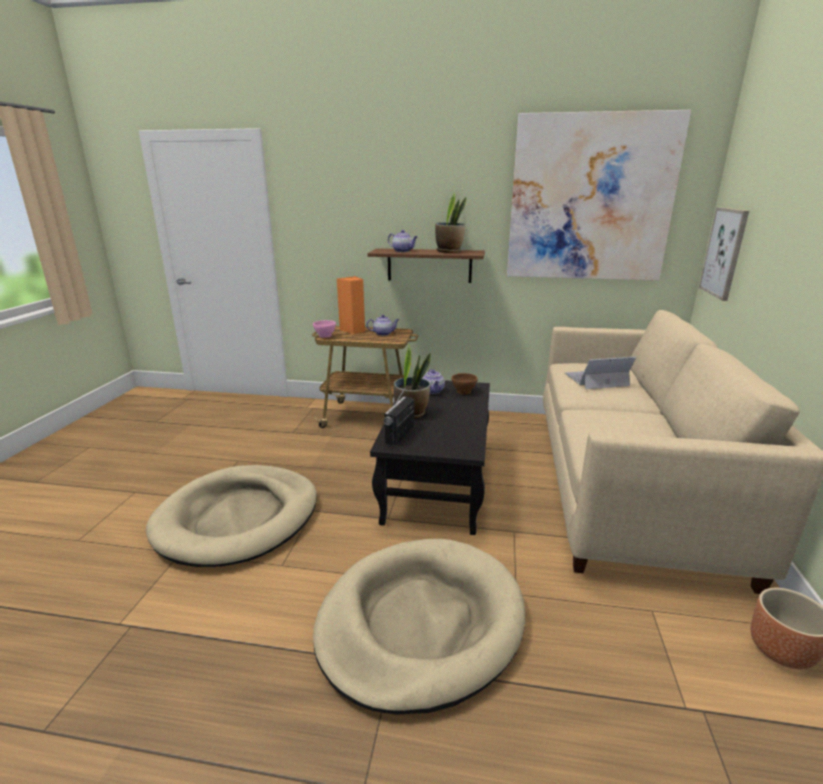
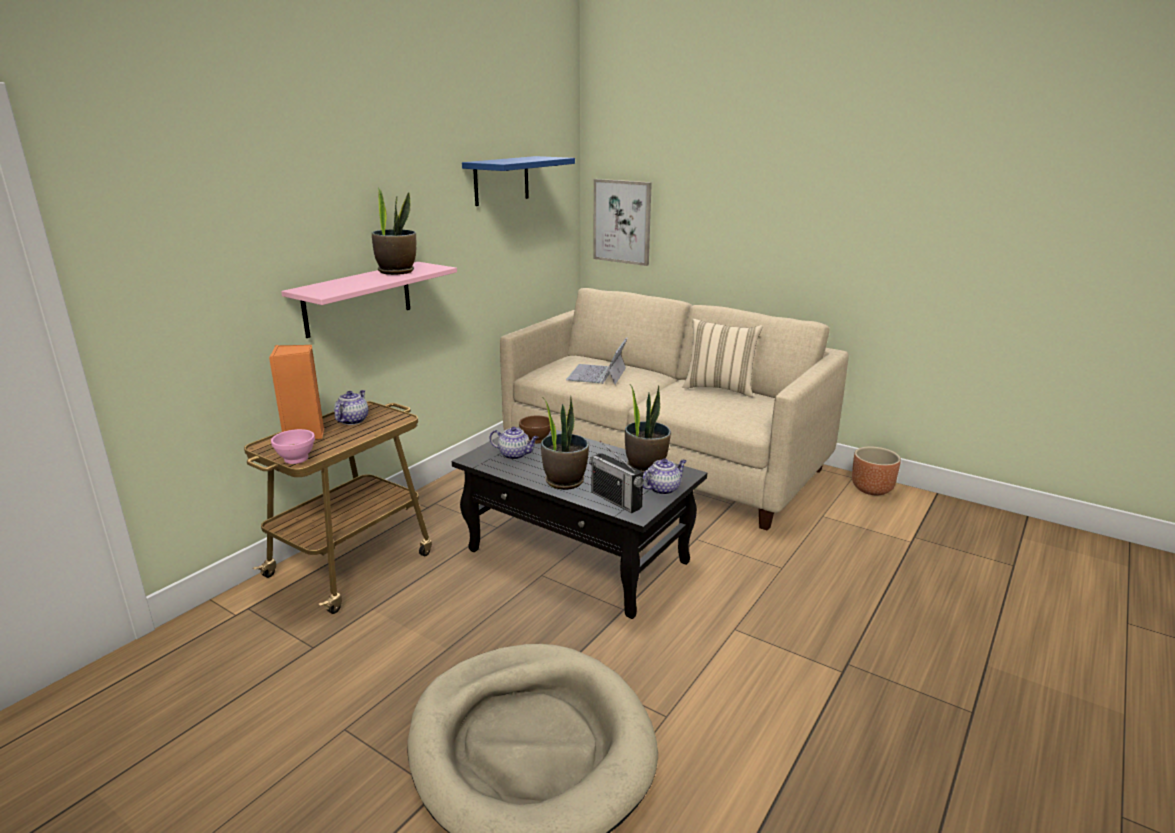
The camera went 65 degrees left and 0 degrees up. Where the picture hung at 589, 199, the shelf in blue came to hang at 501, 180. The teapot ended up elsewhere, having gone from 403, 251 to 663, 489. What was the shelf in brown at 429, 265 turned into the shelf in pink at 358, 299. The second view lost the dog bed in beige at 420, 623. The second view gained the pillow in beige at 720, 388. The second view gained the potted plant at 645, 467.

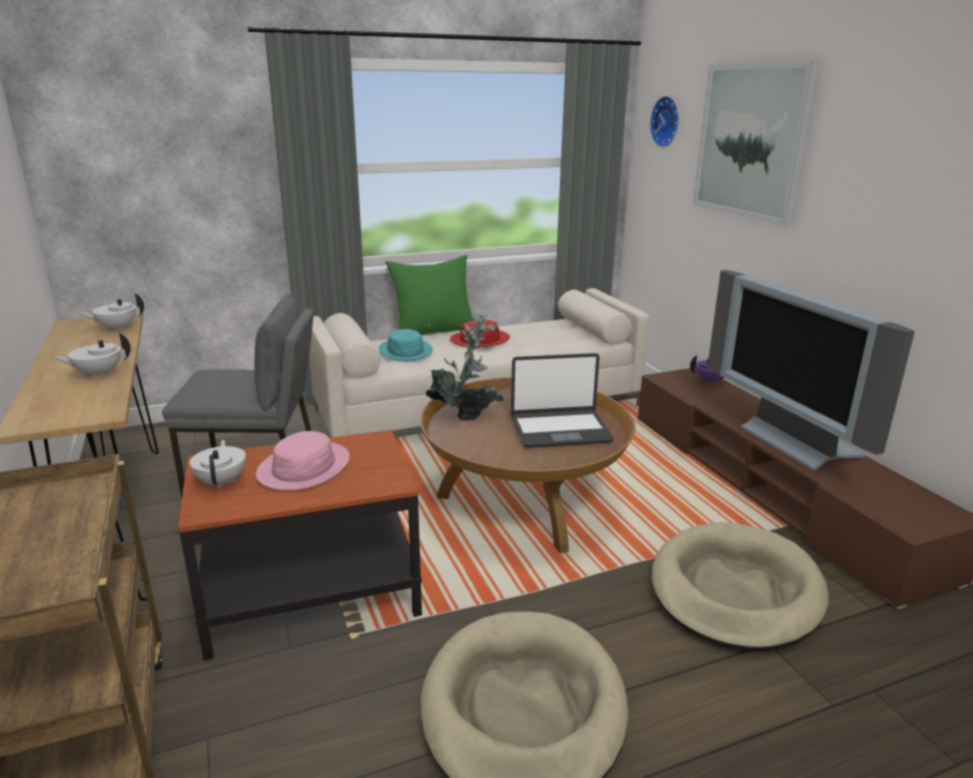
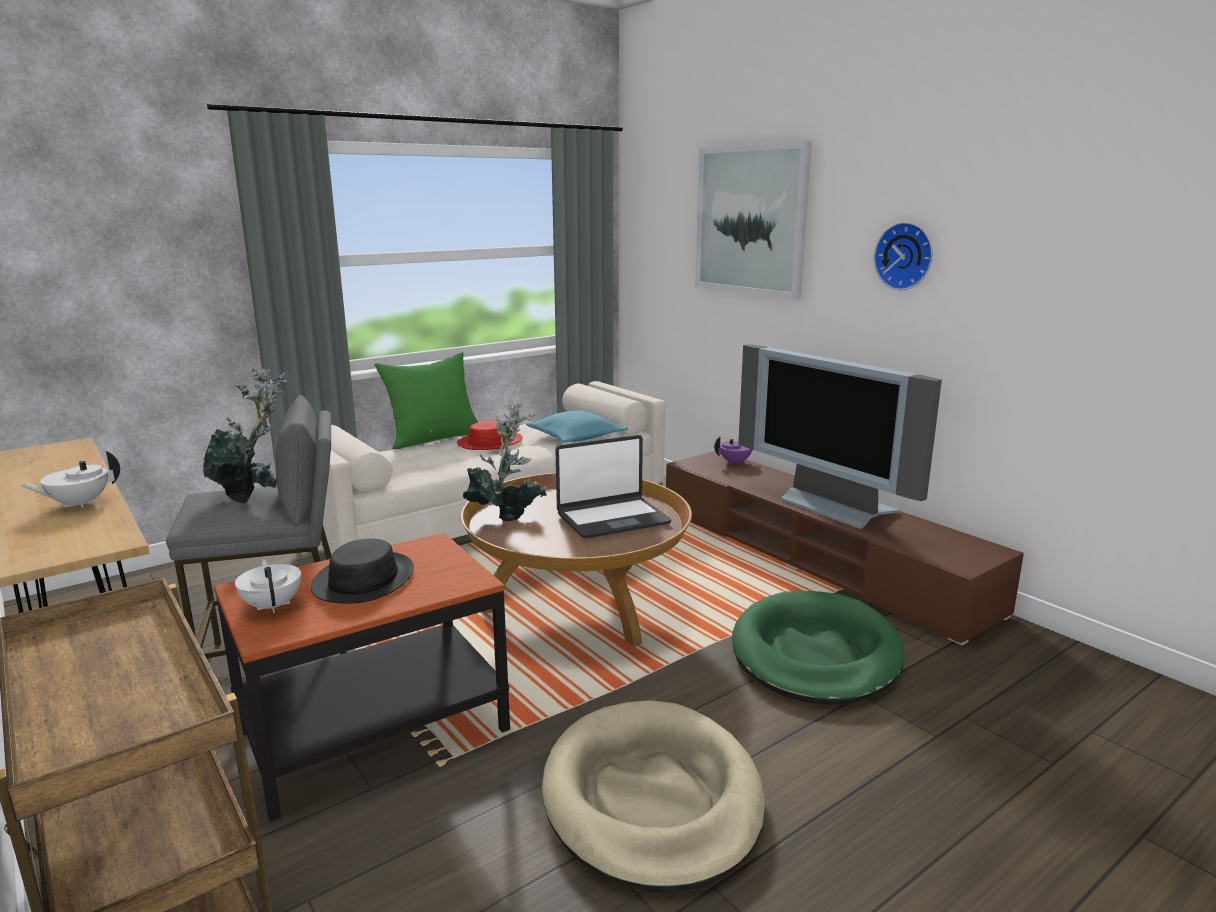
The camera went 15 degrees left and 5 degrees down. The wall clock ended up elsewhere, having gone from 667, 121 to 905, 256. The second view lost the teapot in white at 117, 328. The second view lost the hat in turquoise at 406, 351. What was the hat in pink at 304, 467 turned into the hat in black at 364, 579. What was the dog bed in beige at 735, 591 turned into the dog bed in green at 815, 654. The second view gained the potted plant at 253, 497. The second view gained the pillow in turquoise at 576, 438.

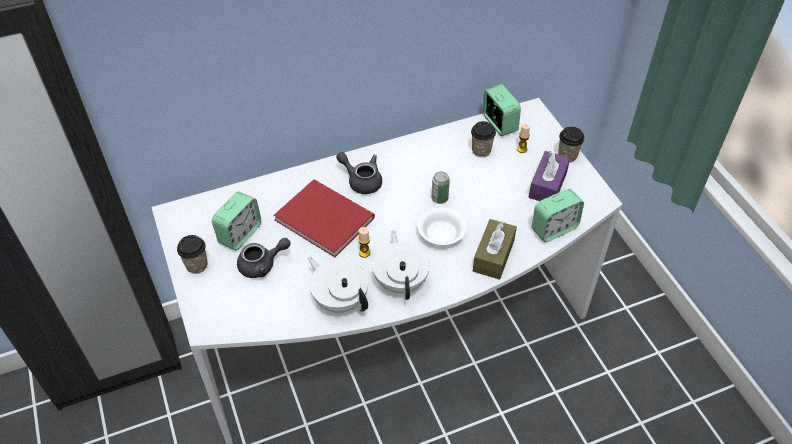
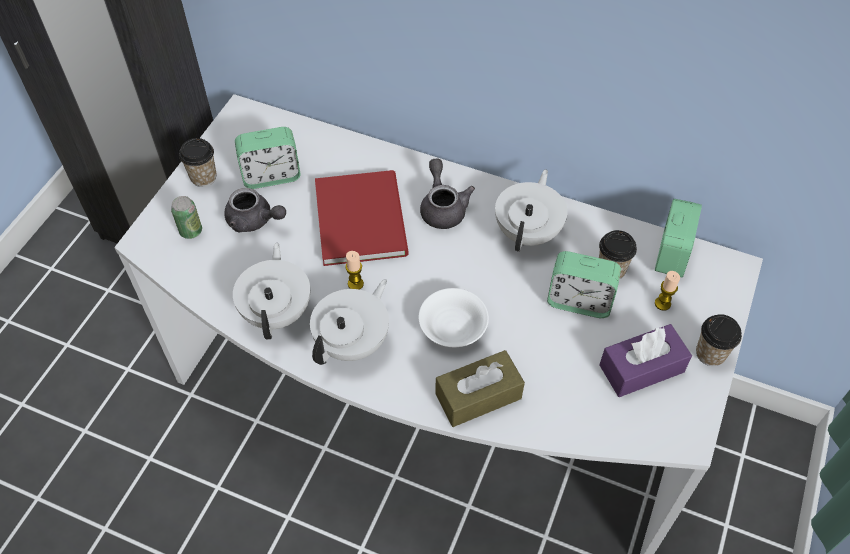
The camera went 45 degrees right and 5 degrees up. The can ended up elsewhere, having gone from 439, 198 to 191, 231. The alarm clock ended up elsewhere, having gone from 554, 229 to 579, 301. The second view gained the teapot in white at 528, 232.

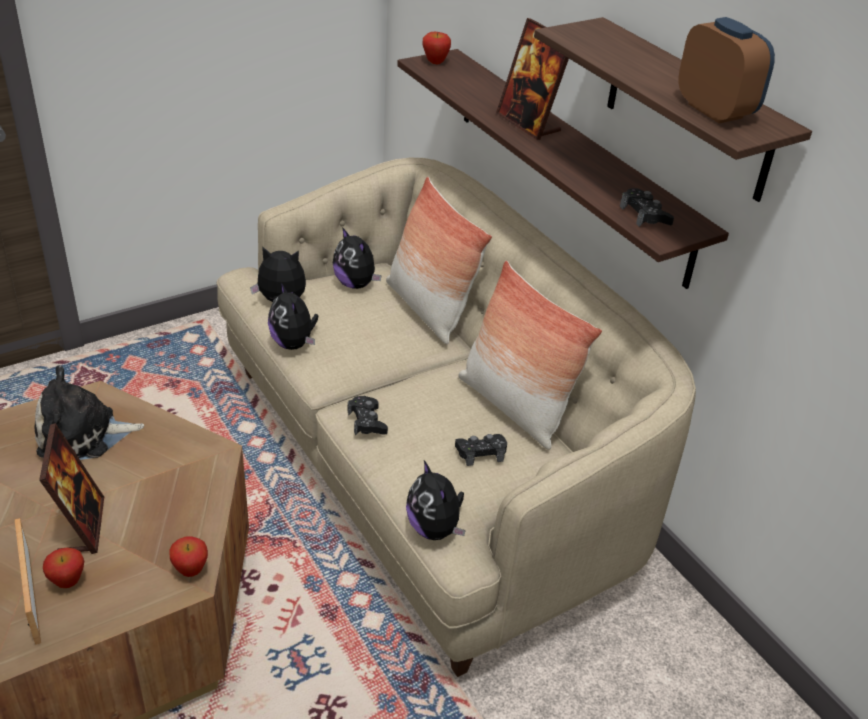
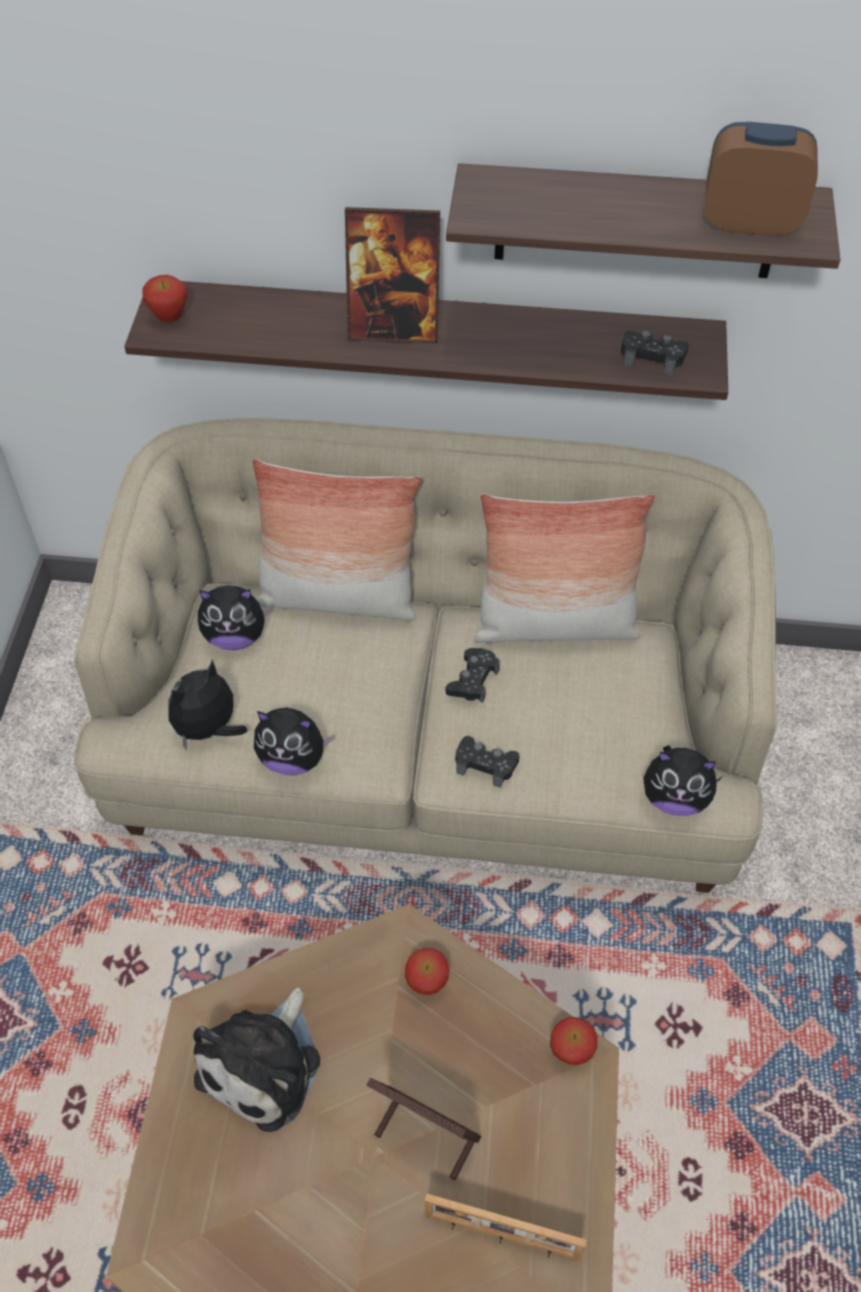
The camera went 50 degrees left and 15 degrees up. The game controller in black ended up elsewhere, having gone from 481, 452 to 473, 680. The apple ended up elsewhere, having gone from 68, 582 to 427, 984.

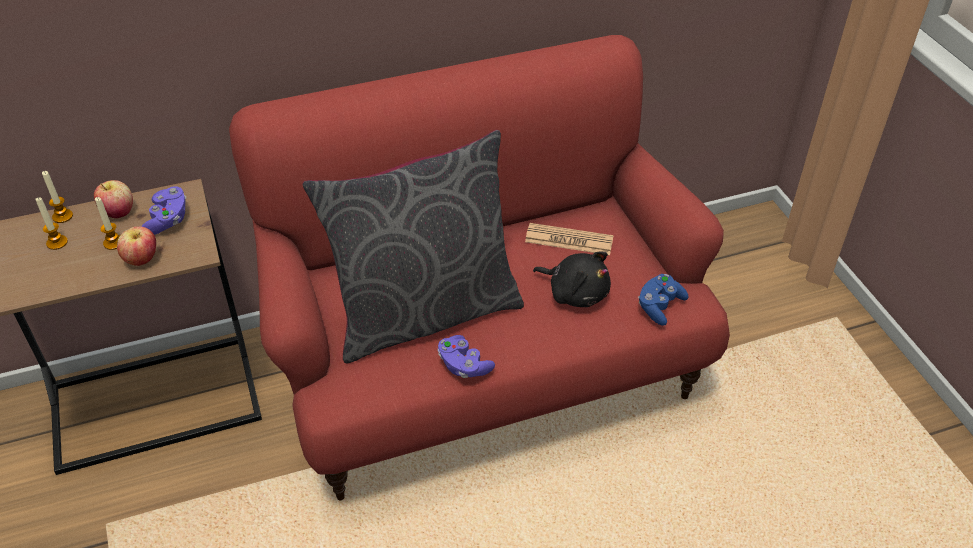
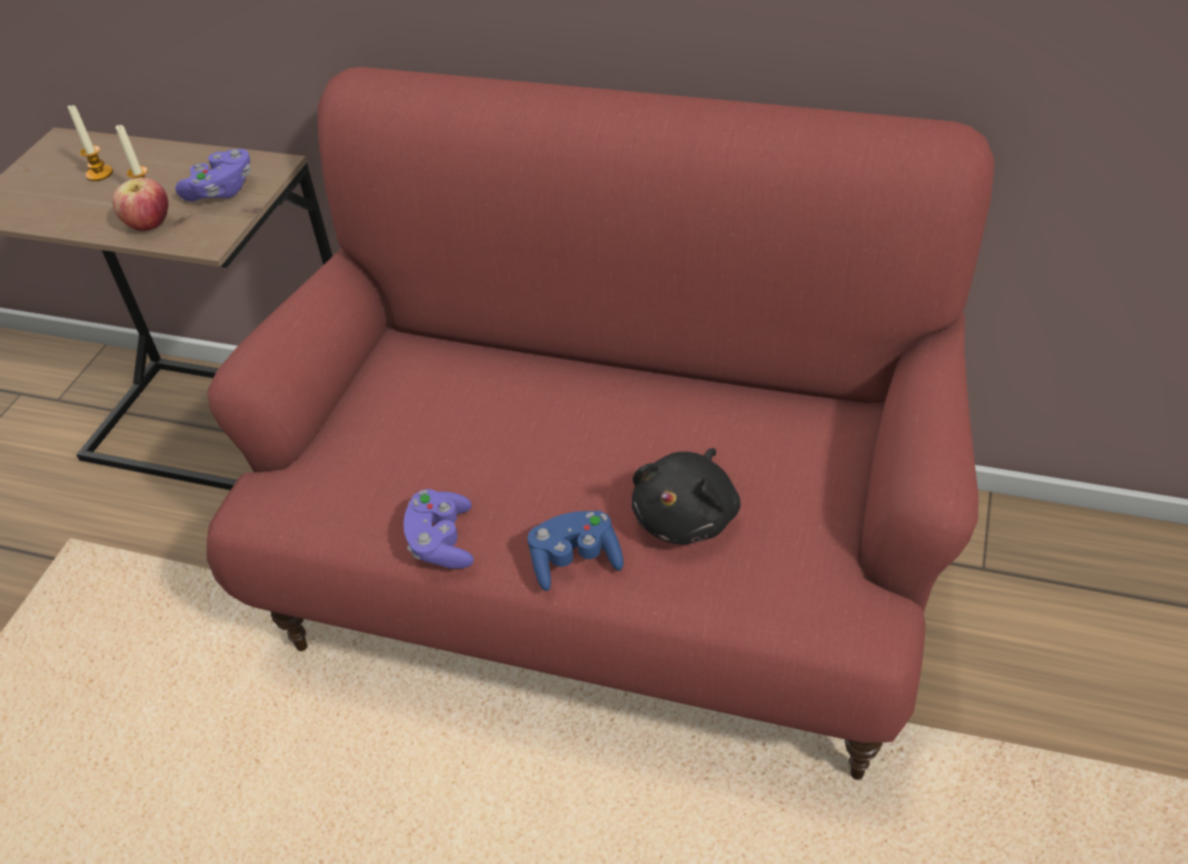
The camera went 40 degrees right and 0 degrees up. The second view lost the pillow in grey at 424, 313. The second view lost the candle at 62, 216. The second view lost the apple at 118, 212. The second view lost the newspaper at 569, 240. The plush toy in black at 575, 292 ended up facing another way, 45 degrees clockwise from before. The game controller in blue ended up elsewhere, having gone from 659, 306 to 575, 561.

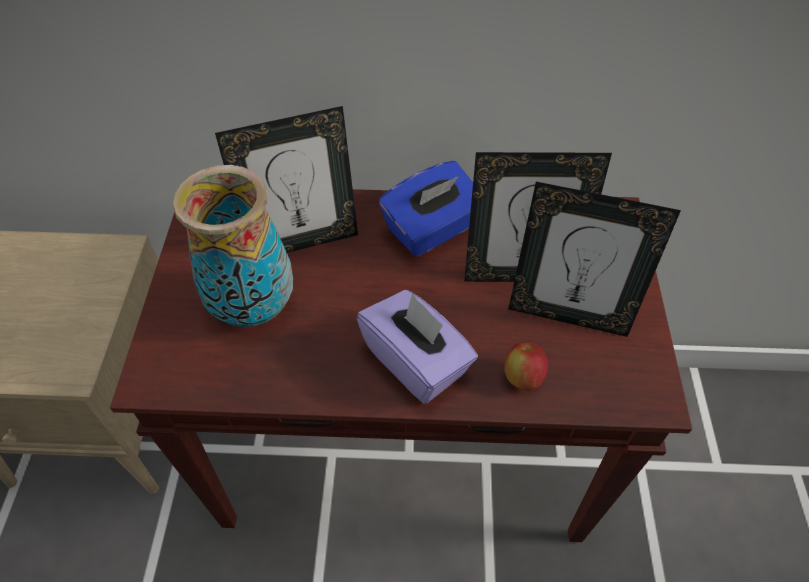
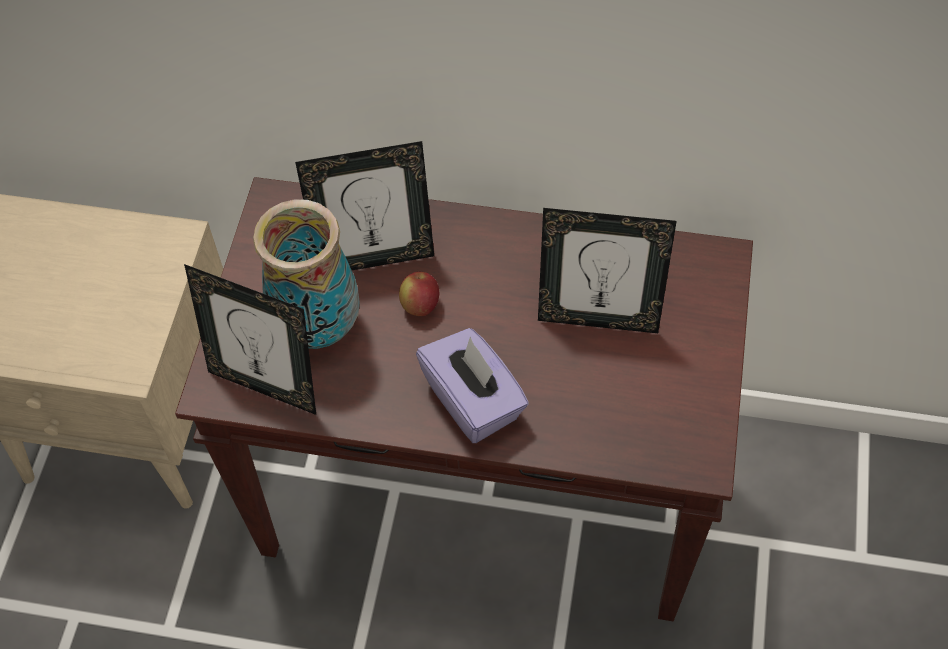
The camera went 10 degrees right and 5 degrees up. The second view lost the tissue box in blue at 432, 229. The picture frame ended up elsewhere, having gone from 568, 314 to 266, 384. The apple ended up elsewhere, having gone from 522, 377 to 420, 305.

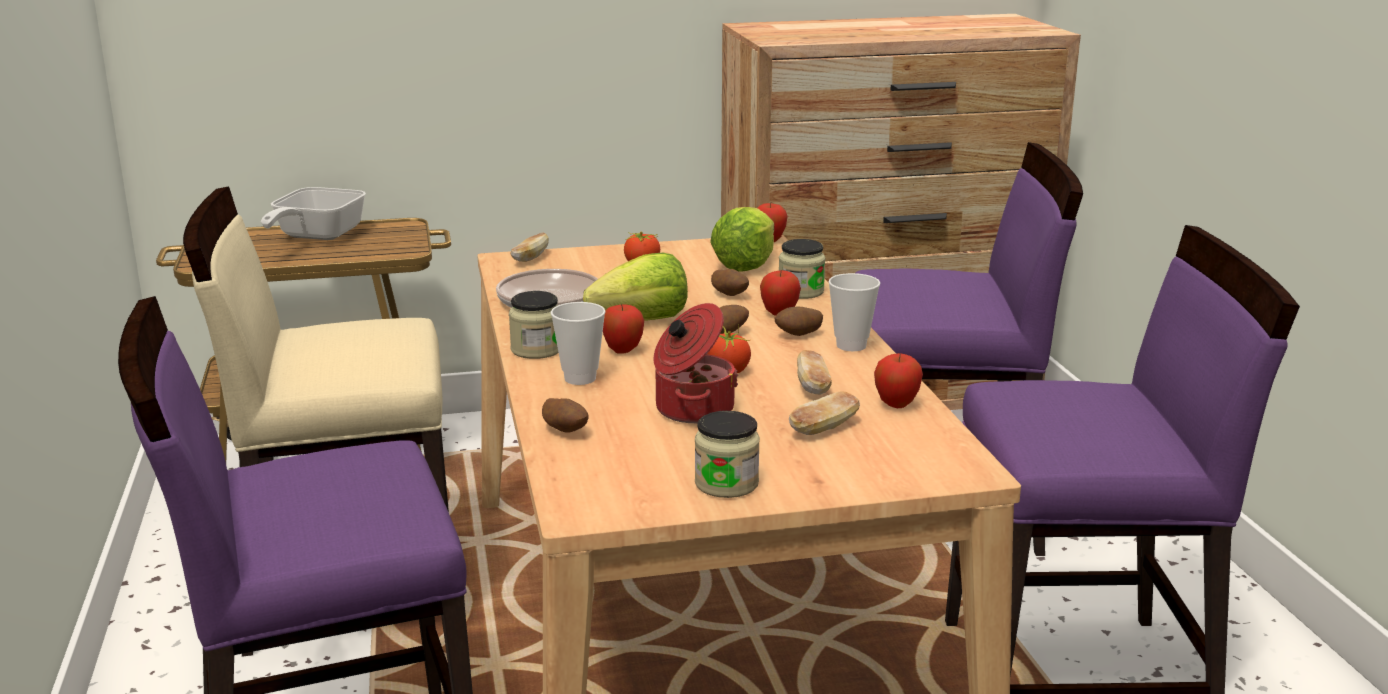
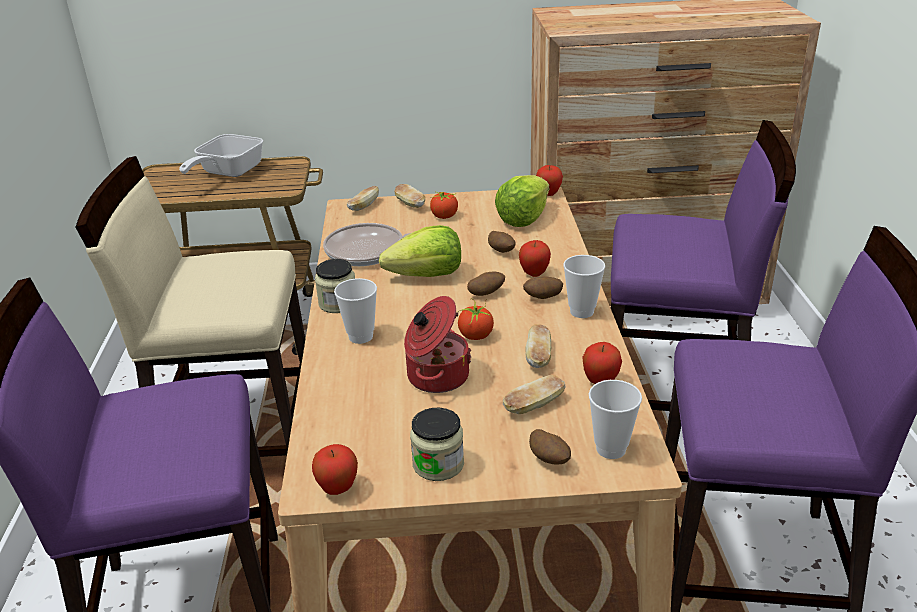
The camera went 10 degrees right and 10 degrees up. The second view lost the jar at 801, 291. The apple ended up elsewhere, having gone from 623, 351 to 338, 489. The potato ended up elsewhere, having gone from 565, 431 to 549, 460. The second view gained the bread at 410, 204. The second view gained the cup at 611, 449.

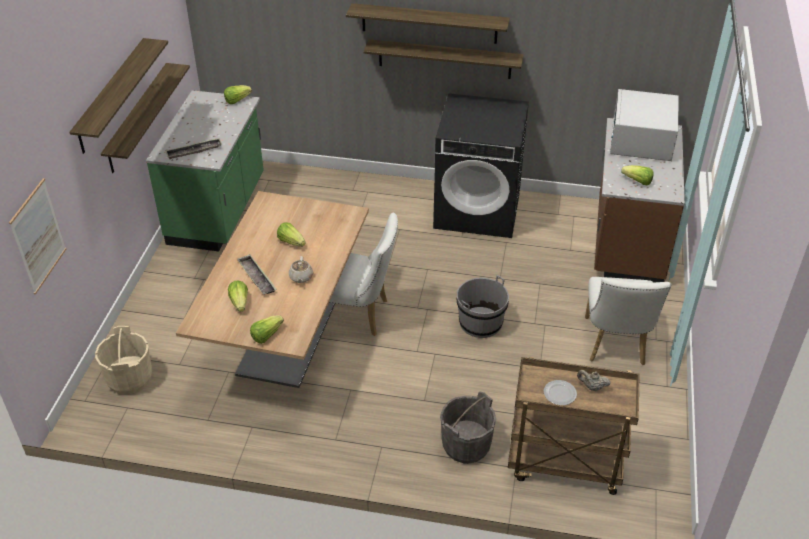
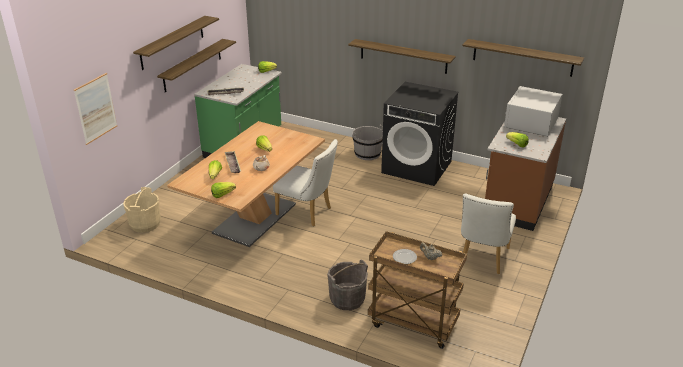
The camera went 15 degrees right and 10 degrees down. The shelf ended up elsewhere, having gone from 429, 23 to 522, 57. The bucket in grey ended up elsewhere, having gone from 480, 323 to 367, 154.

